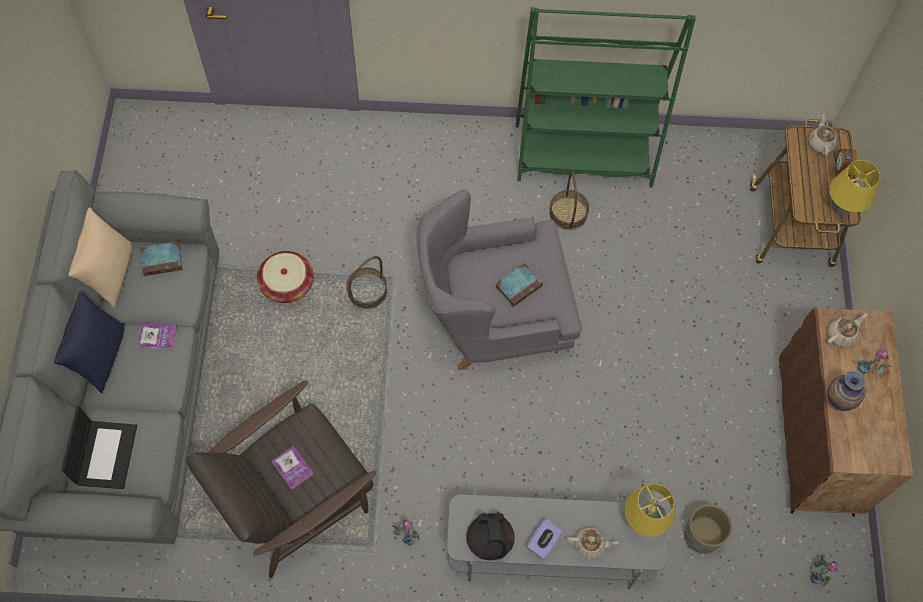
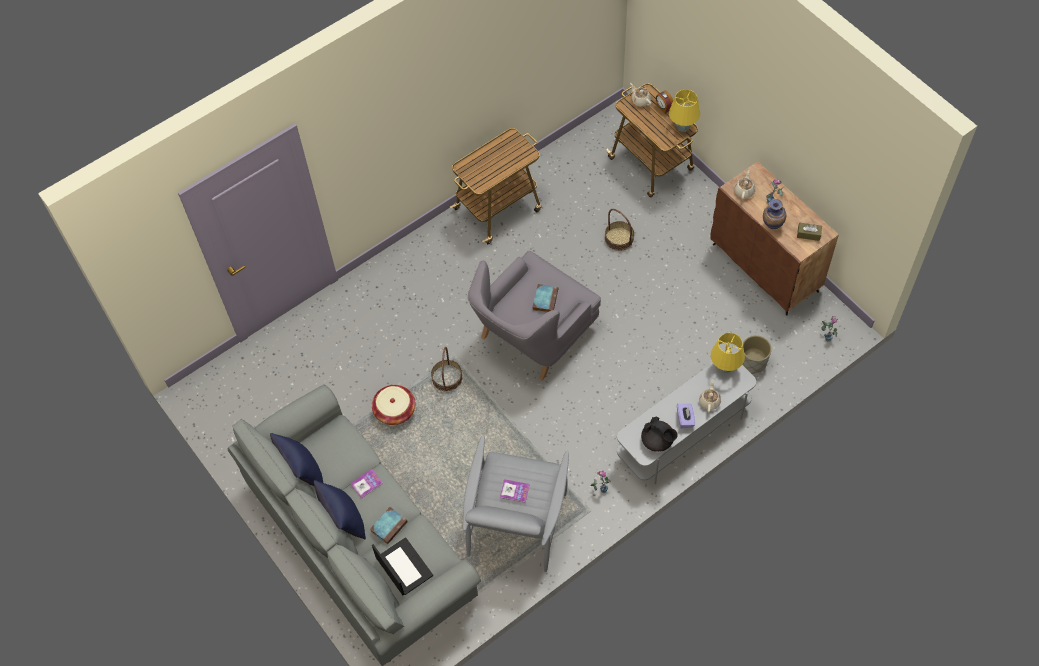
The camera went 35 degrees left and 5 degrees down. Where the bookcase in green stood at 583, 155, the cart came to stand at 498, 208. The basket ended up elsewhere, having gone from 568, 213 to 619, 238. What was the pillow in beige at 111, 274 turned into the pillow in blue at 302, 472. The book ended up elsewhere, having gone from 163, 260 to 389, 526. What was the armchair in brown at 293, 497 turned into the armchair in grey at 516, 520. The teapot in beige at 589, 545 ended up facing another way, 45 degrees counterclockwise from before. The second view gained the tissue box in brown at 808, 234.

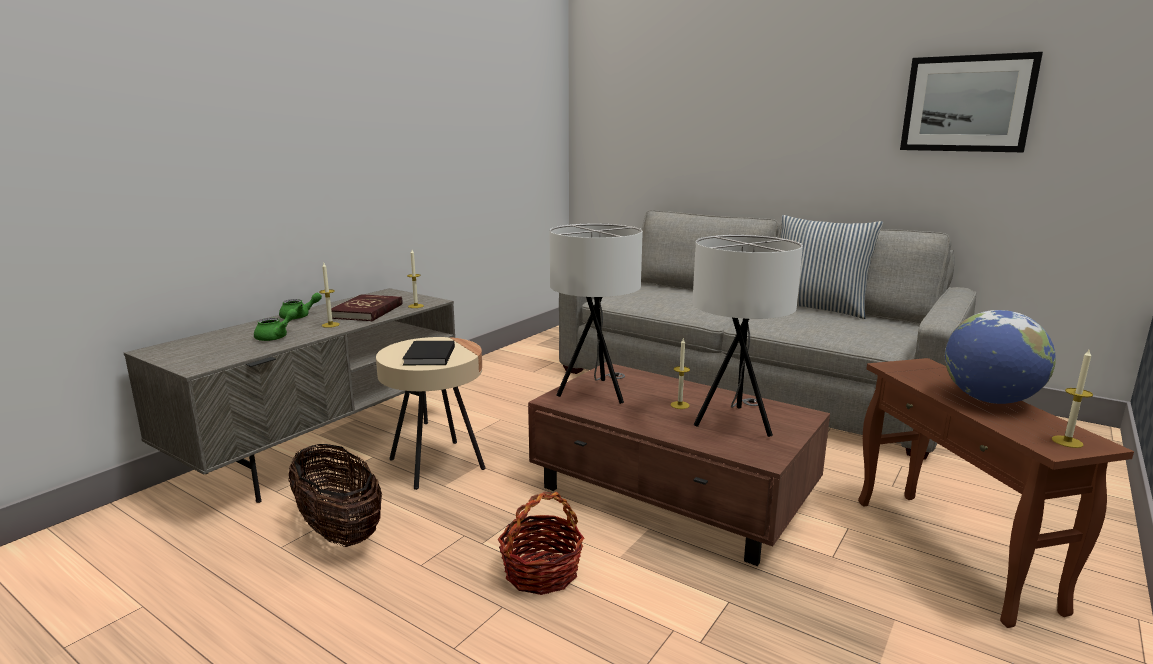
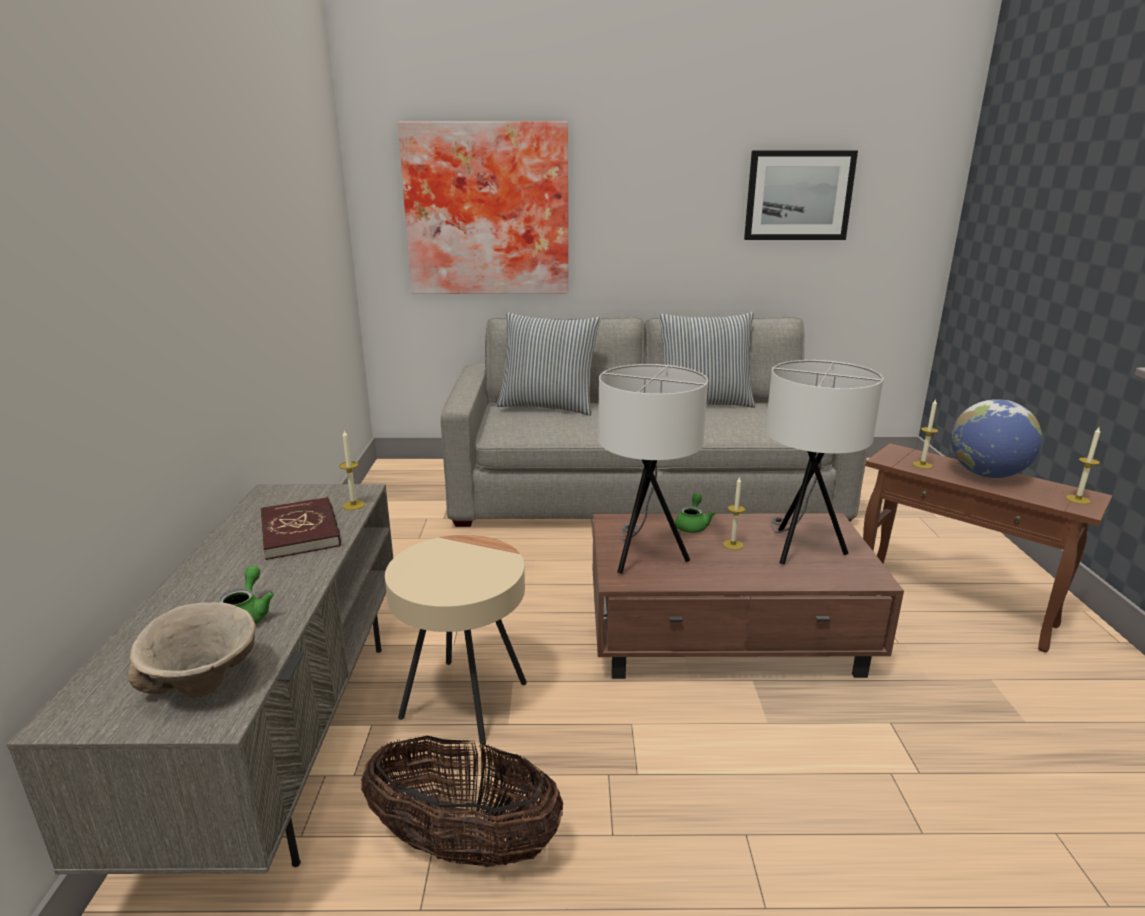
The camera went 35 degrees left and 5 degrees up. The candle ended up elsewhere, having gone from 330, 325 to 922, 465. The teapot in green ended up elsewhere, having gone from 299, 316 to 692, 525. The second view lost the book in black at 428, 356. The second view lost the basket at 541, 572. The second view gained the picture at 487, 210. The second view gained the pillow at 548, 406. The second view gained the bowl in beige at 205, 685.

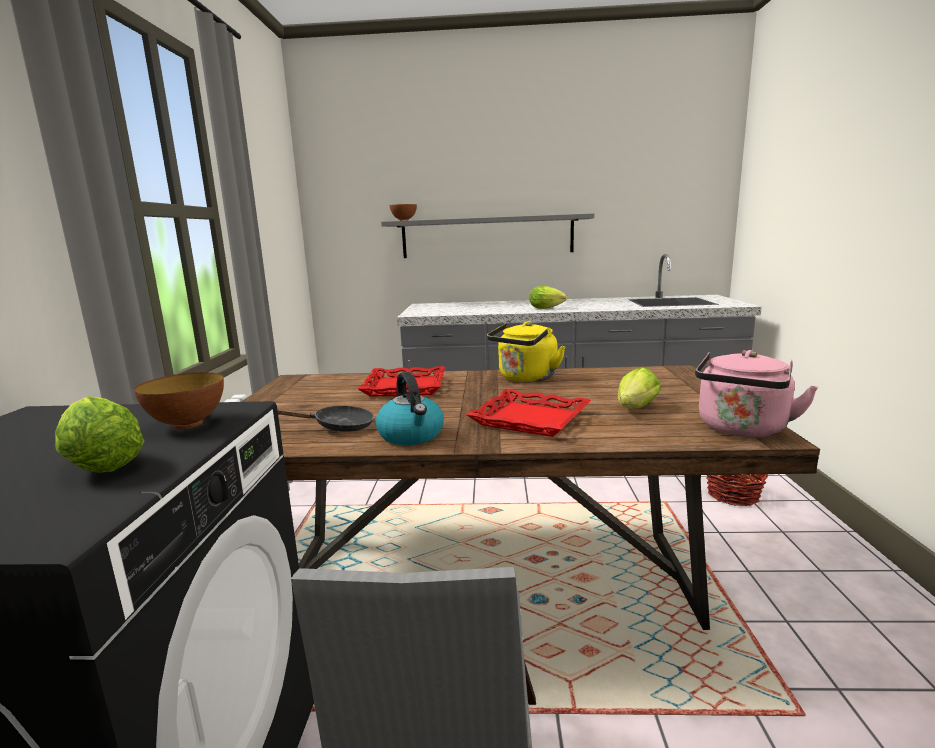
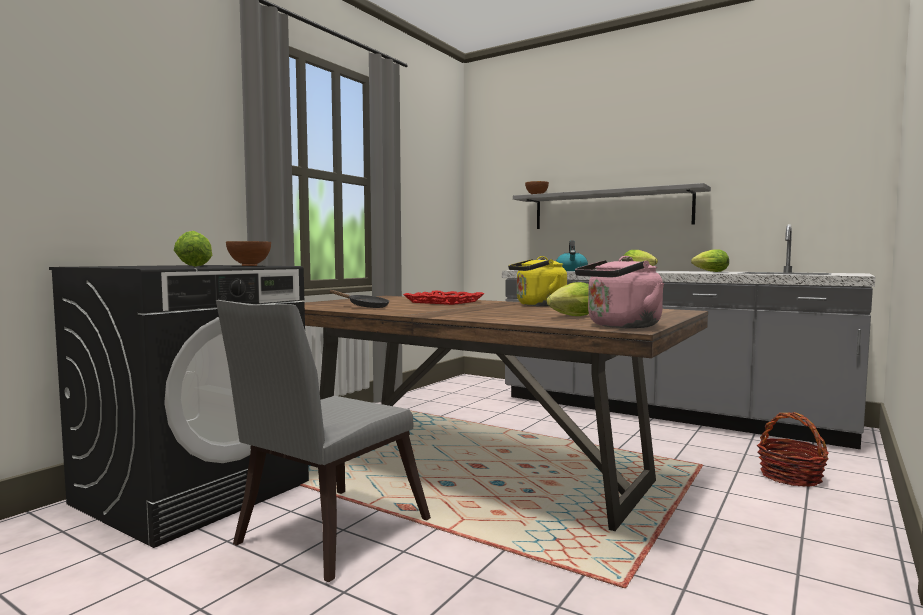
The camera went 30 degrees right and 10 degrees down. The kettle ended up elsewhere, having gone from 411, 435 to 571, 270. The second view lost the tray in red at 530, 419. The second view gained the lettuce at 709, 271.

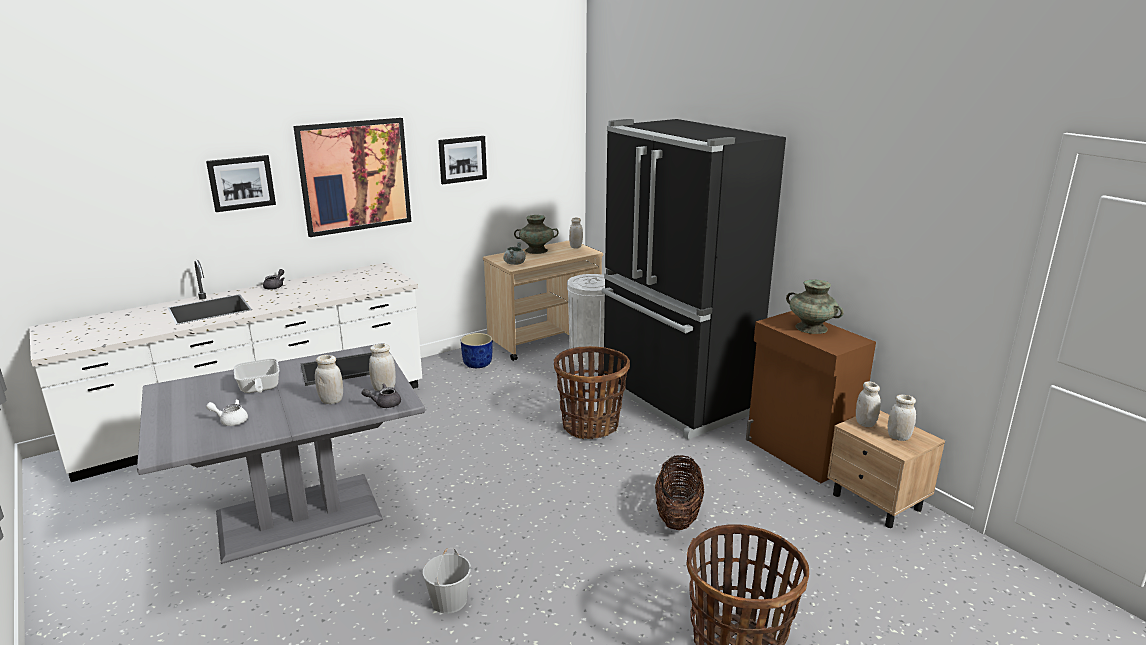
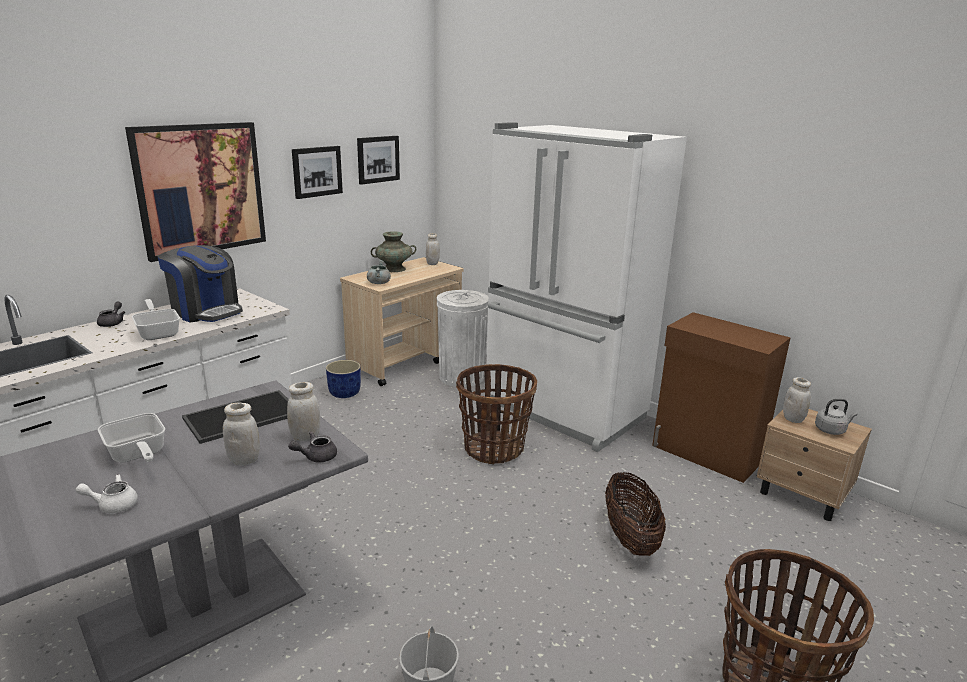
The camera went 15 degrees left and 0 degrees up. What was the fridge in black at 674, 400 turned into the fridge in white at 563, 412. The picture ended up elsewhere, having gone from 241, 183 to 377, 159. The second view lost the vase in turquoise at 811, 328. Where the jar in white stood at 898, 437, the kettle in grey came to stand at 831, 430. The second view gained the coffee machine at 206, 311. The second view gained the frying pan at 158, 332.

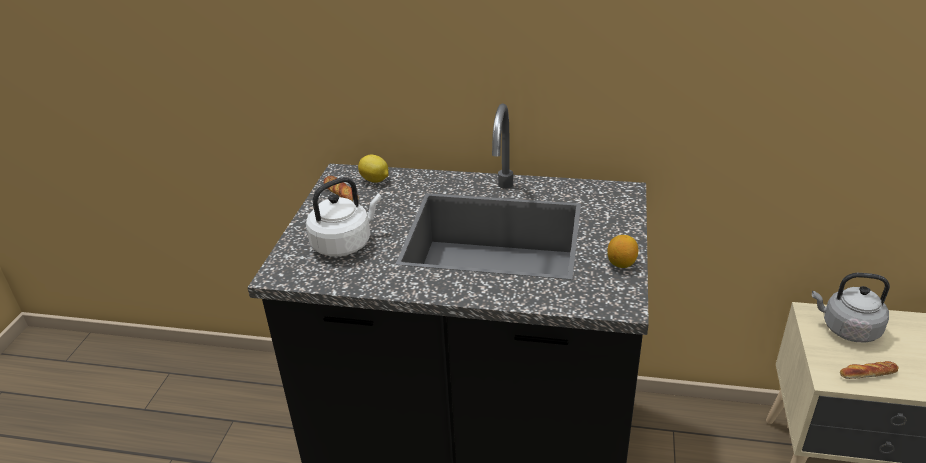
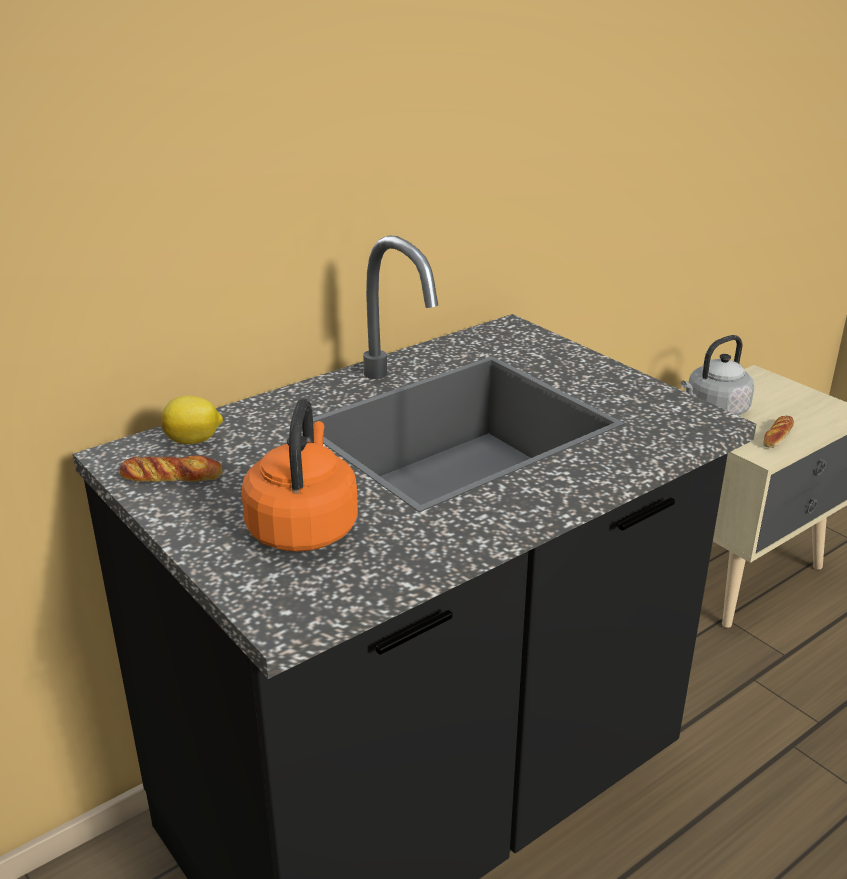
The camera went 50 degrees left and 5 degrees down. What was the kettle in white at 344, 243 turned into the kettle in orange at 304, 527. The second view lost the lemon at 621, 263.

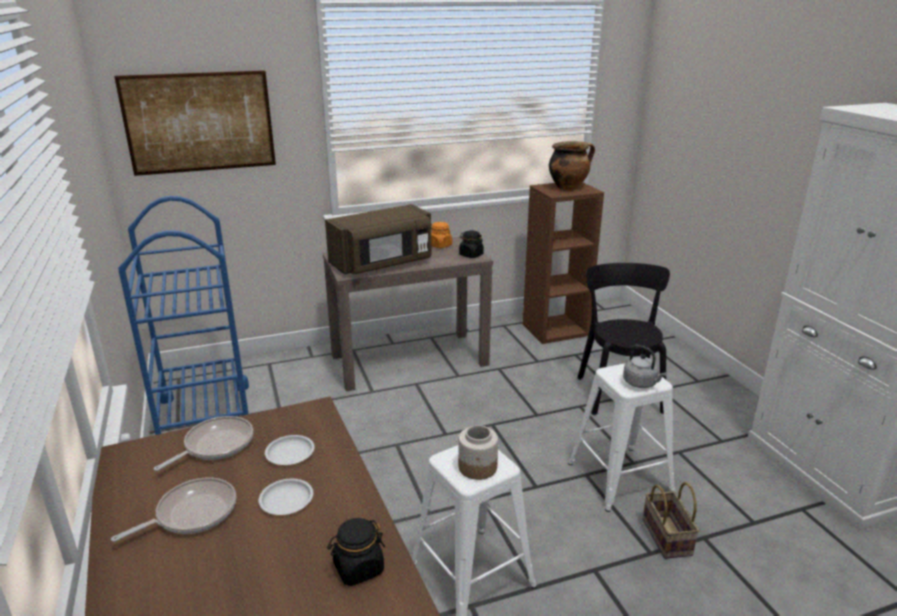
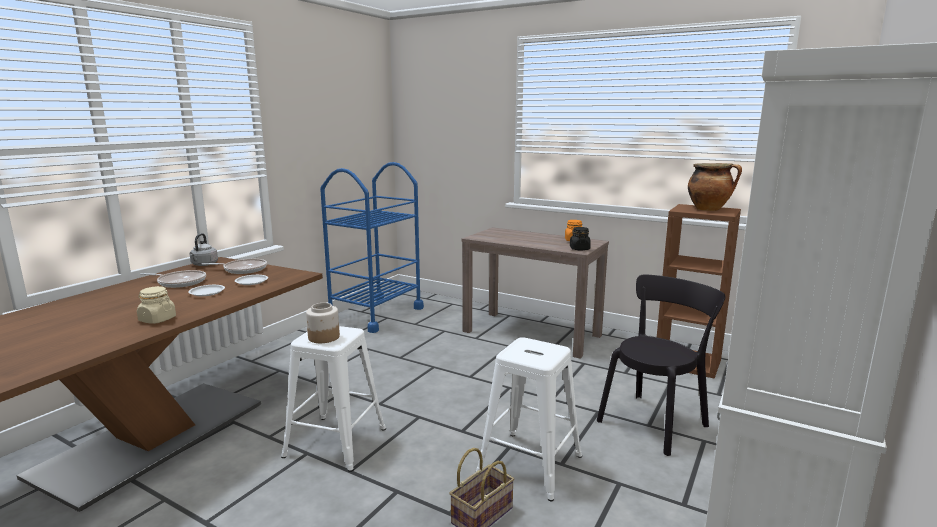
The camera went 50 degrees right and 10 degrees down. The second view lost the picture at 199, 122. The second view lost the microwave in brown at 382, 264. The kettle in grey ended up elsewhere, having gone from 641, 383 to 204, 265. What was the jar in black at 358, 568 turned into the jar in beige at 157, 319.

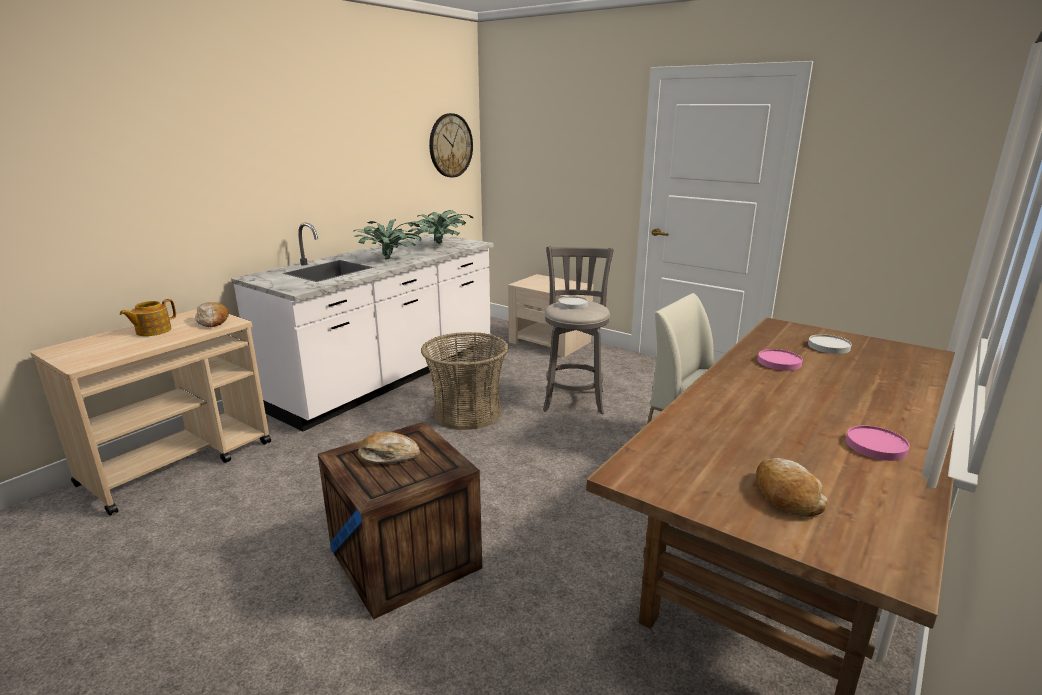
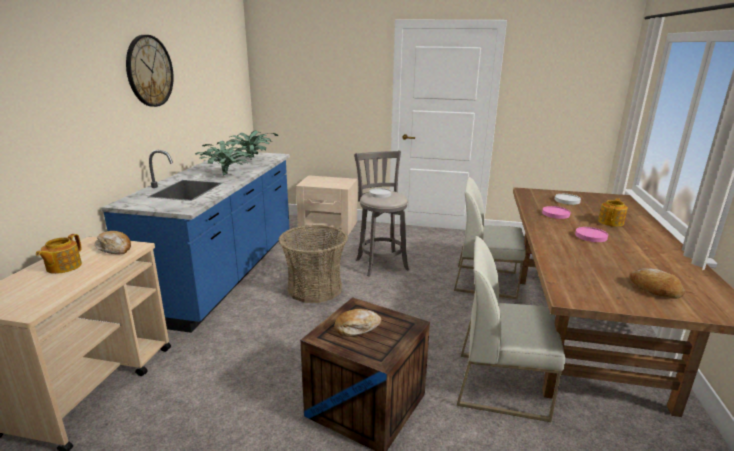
The camera went 25 degrees left and 0 degrees up. The wall clock ended up elsewhere, having gone from 450, 145 to 149, 71. What was the counter in white at 387, 377 turned into the counter in blue at 225, 273. The plate in pink ended up elsewhere, having gone from 876, 446 to 591, 236. The second view gained the teapot at 611, 222. The second view gained the chair in white at 502, 385.

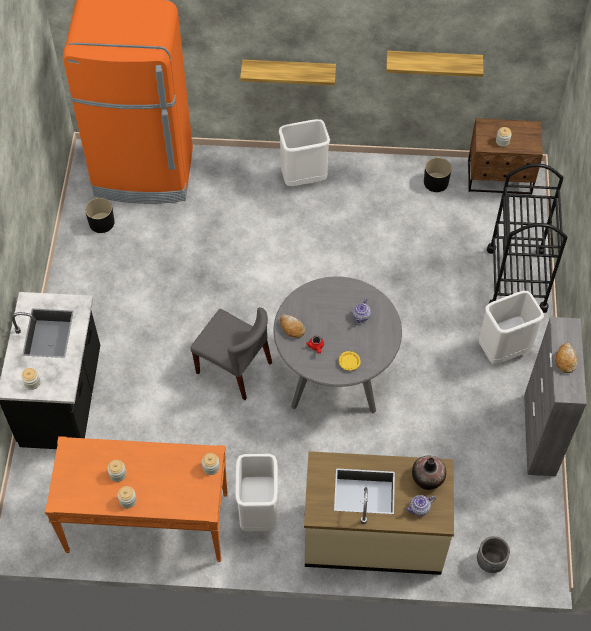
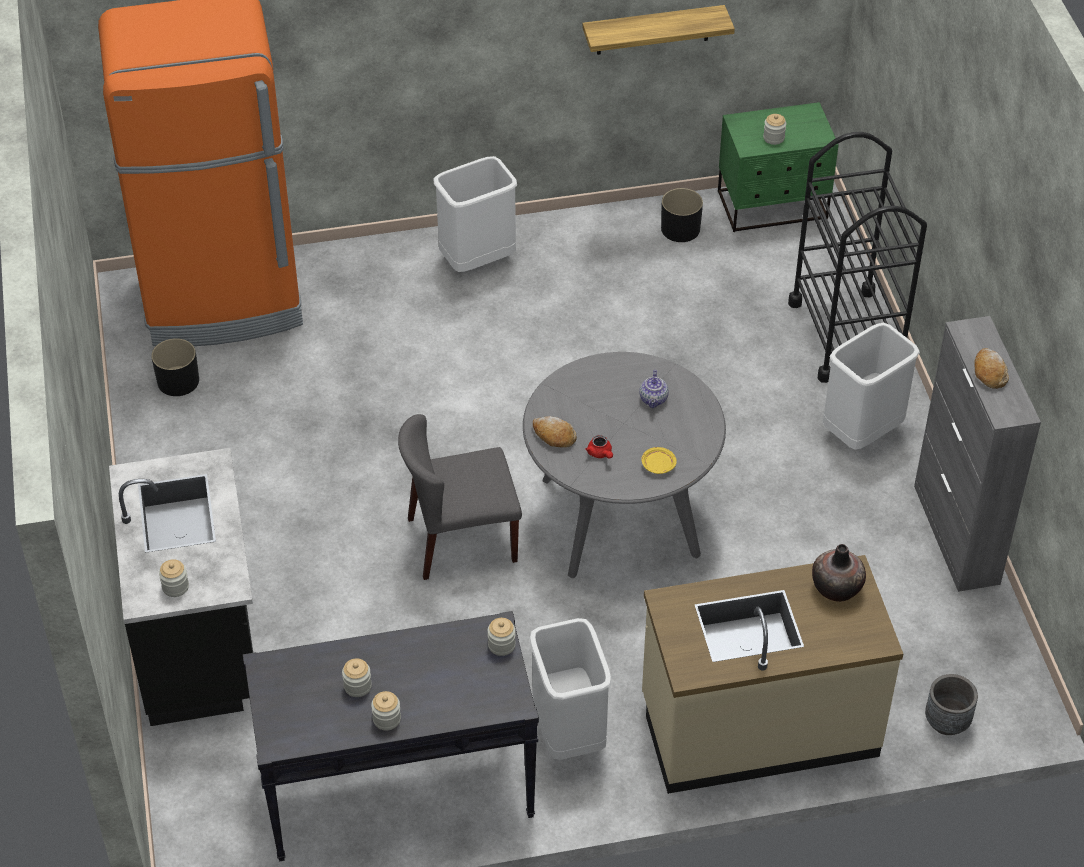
The camera went 15 degrees left and 10 degrees down. The second view lost the shelf at 289, 70. What was the nightstand in brown at 500, 178 turned into the nightstand in green at 773, 206. The chair in grey at 234, 368 ended up facing another way, 150 degrees clockwise from before. What was the console table in orange at 147, 523 turned into the console table in black at 396, 789. The second view lost the teapot at 419, 509.

